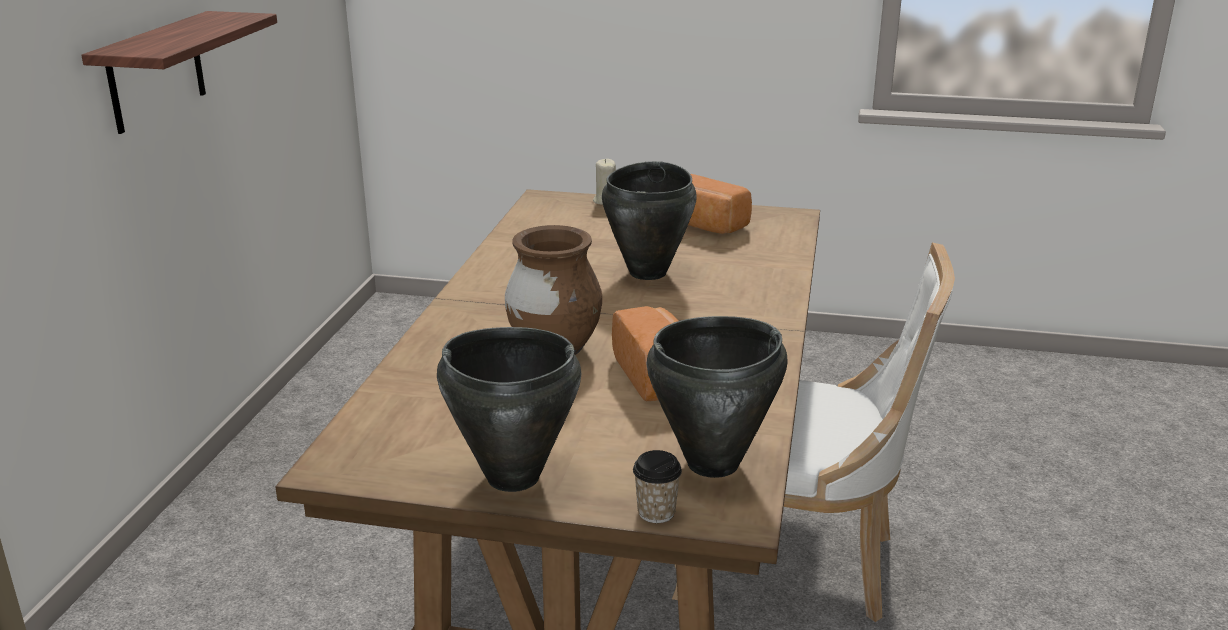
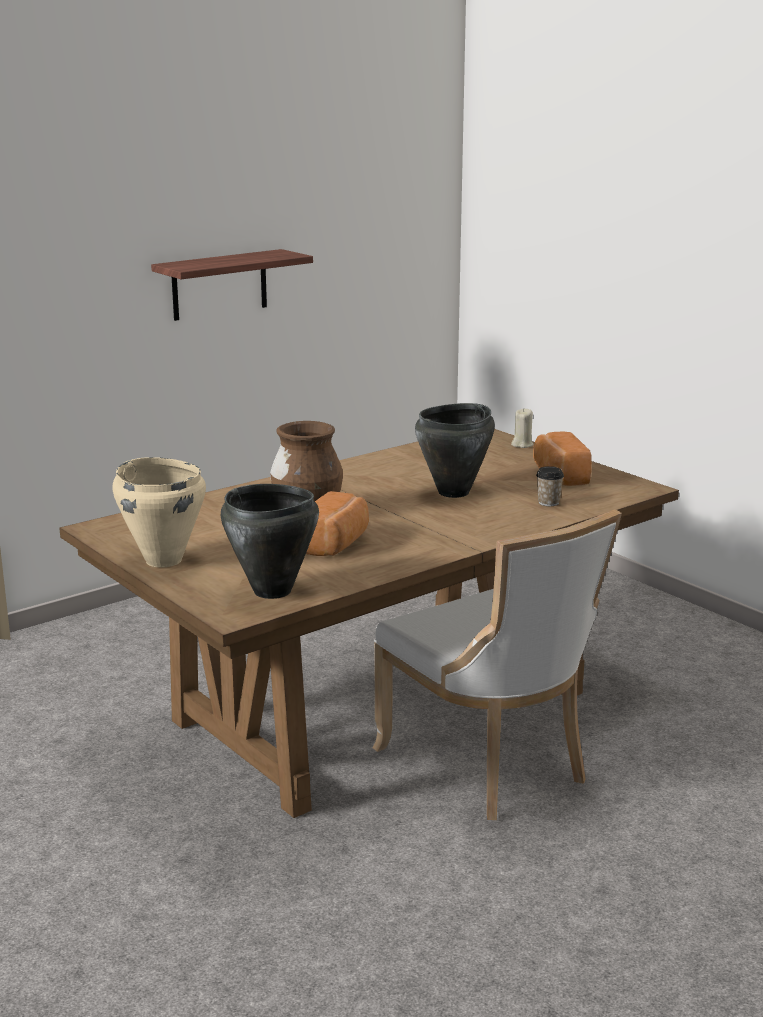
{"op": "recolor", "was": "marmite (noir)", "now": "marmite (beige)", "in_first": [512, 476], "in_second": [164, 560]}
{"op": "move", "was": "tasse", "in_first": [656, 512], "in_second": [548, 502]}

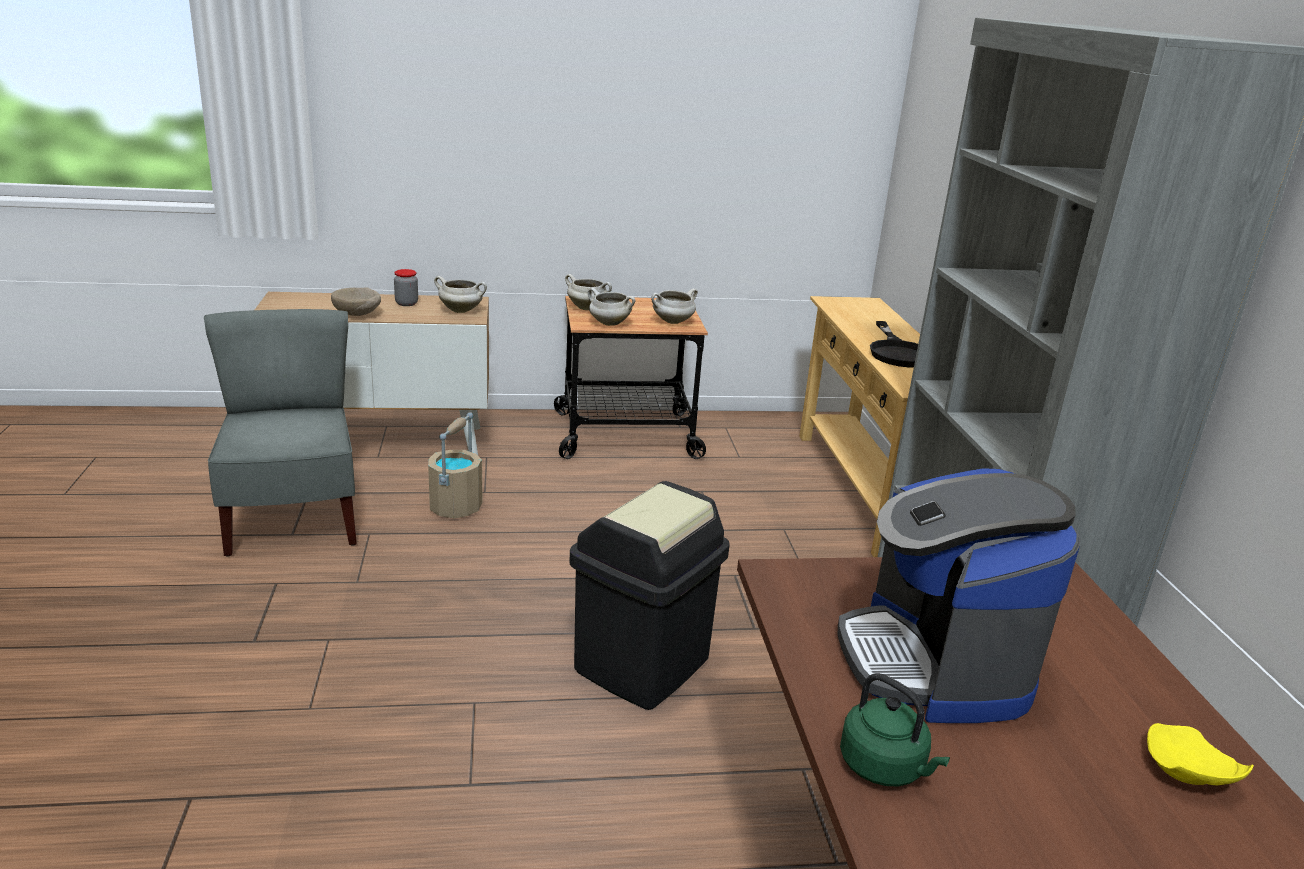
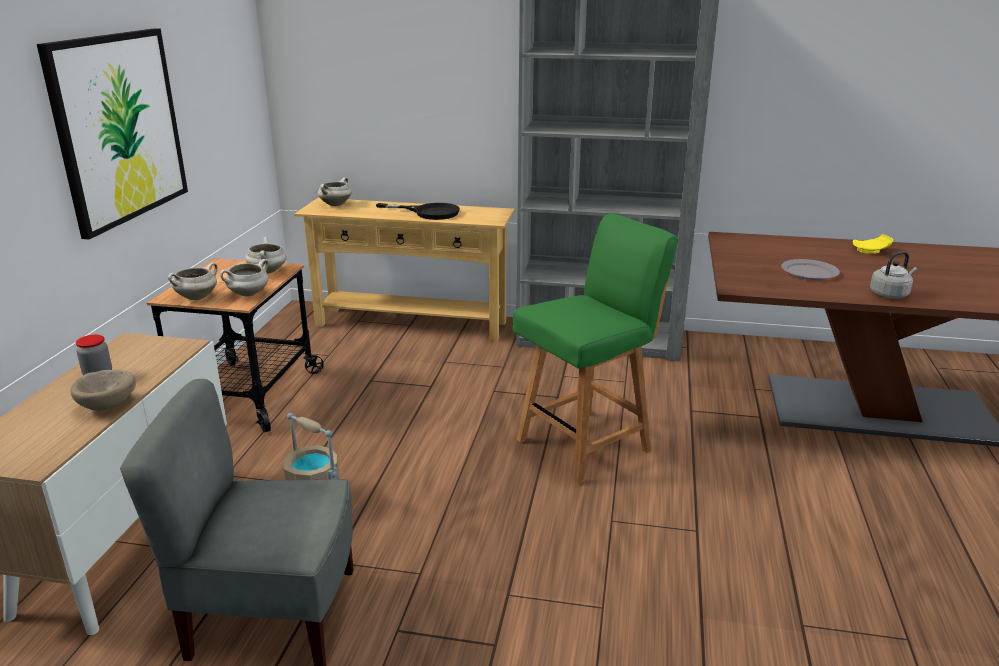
{"op": "move", "was": "marmite (blanc)", "in_first": [461, 310], "in_second": [335, 204]}
{"op": "replace", "was": "machine à café", "now": "assiette (gris)", "in_first": [935, 662], "in_second": [809, 272]}
{"op": "replace", "was": "poubelle (noir)", "now": "chaise (vert)", "in_first": [642, 665], "in_second": [586, 444]}
{"op": "recolor", "was": "bouilloire (vert)", "now": "bouilloire (gris)", "in_first": [885, 767], "in_second": [890, 294]}
{"op": "insert", "now": "tableau", "in_second": [119, 128]}

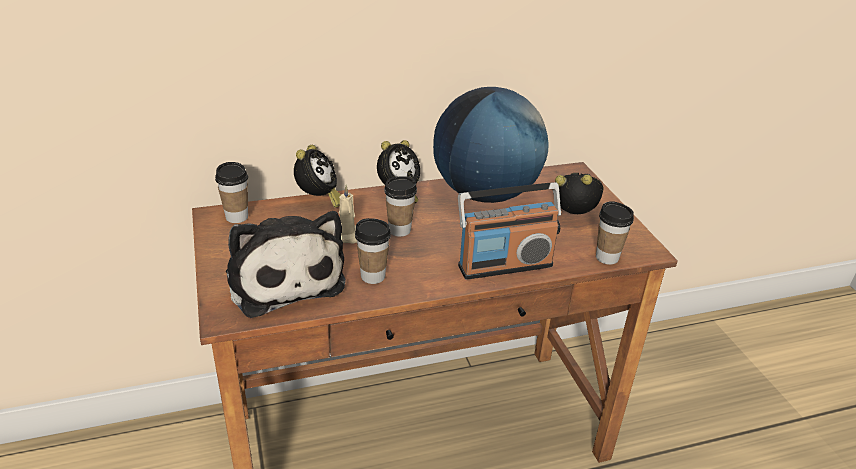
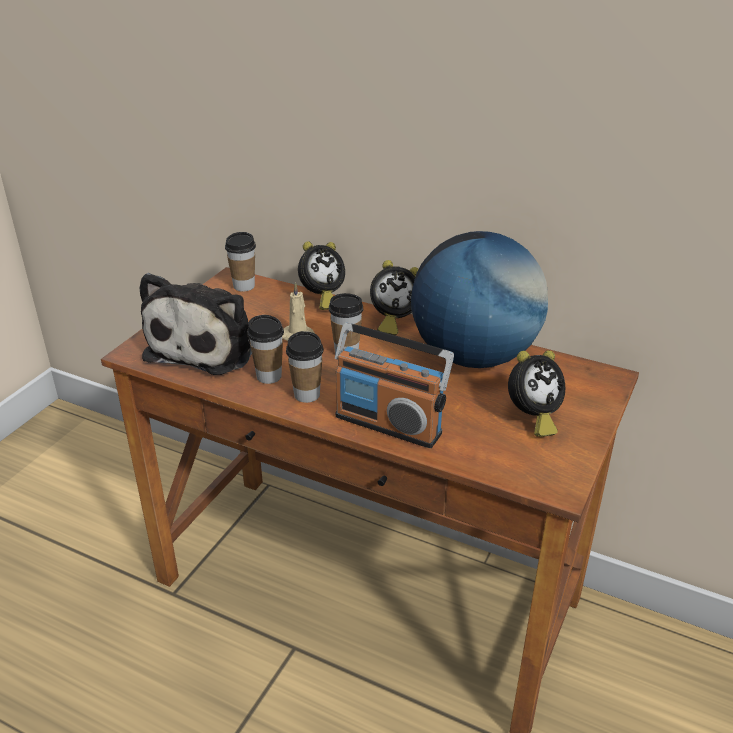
{"op": "rotate", "was": "réveil", "in_first": [575, 217], "in_second": [532, 418], "clockwise": 90}
{"op": "move", "was": "tasse", "in_first": [607, 257], "in_second": [307, 395]}

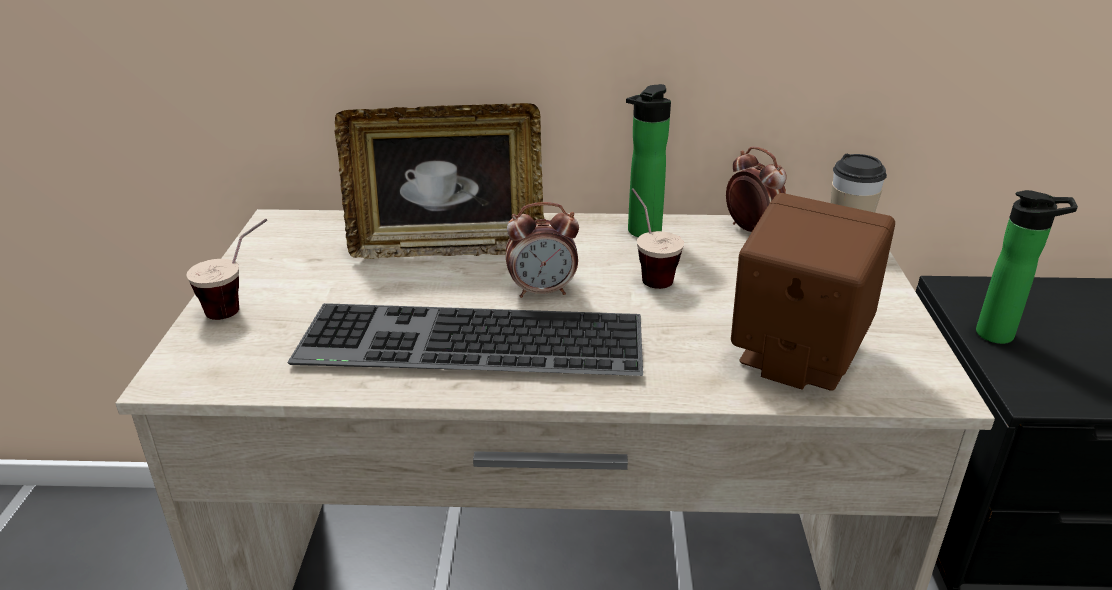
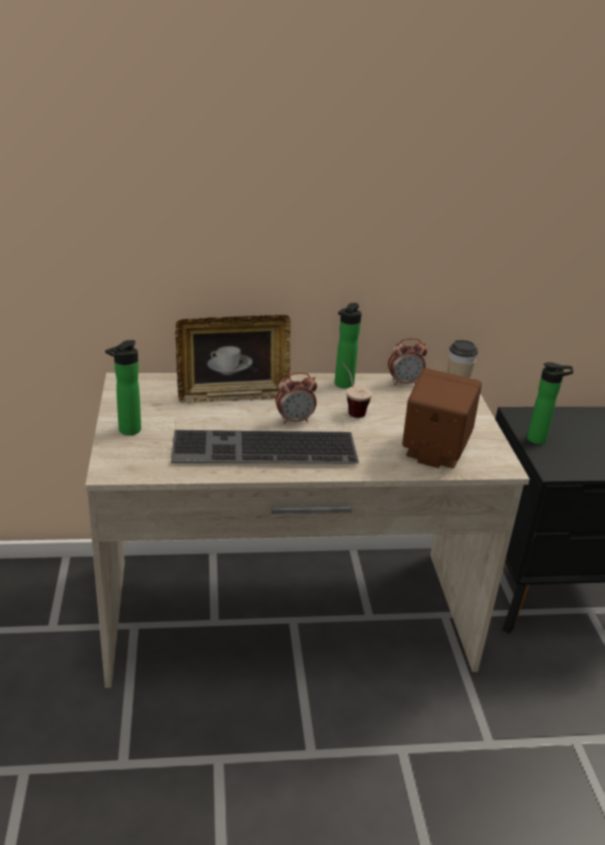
{"op": "rotate", "was": "réveil", "in_first": [751, 230], "in_second": [404, 383], "clockwise": 120}
{"op": "replace", "was": "tasse", "now": "bouteille", "in_first": [241, 304], "in_second": [127, 431]}

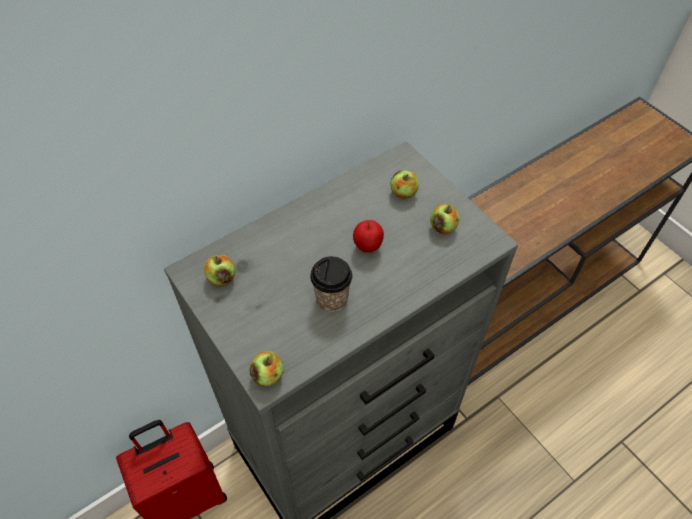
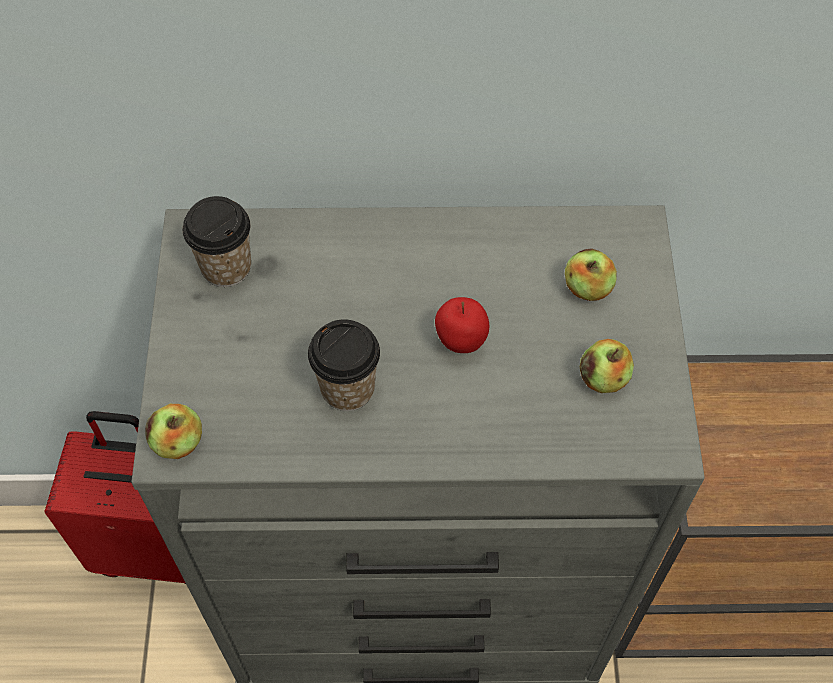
{"op": "replace", "was": "pomme", "now": "tasse", "in_first": [221, 278], "in_second": [226, 267]}

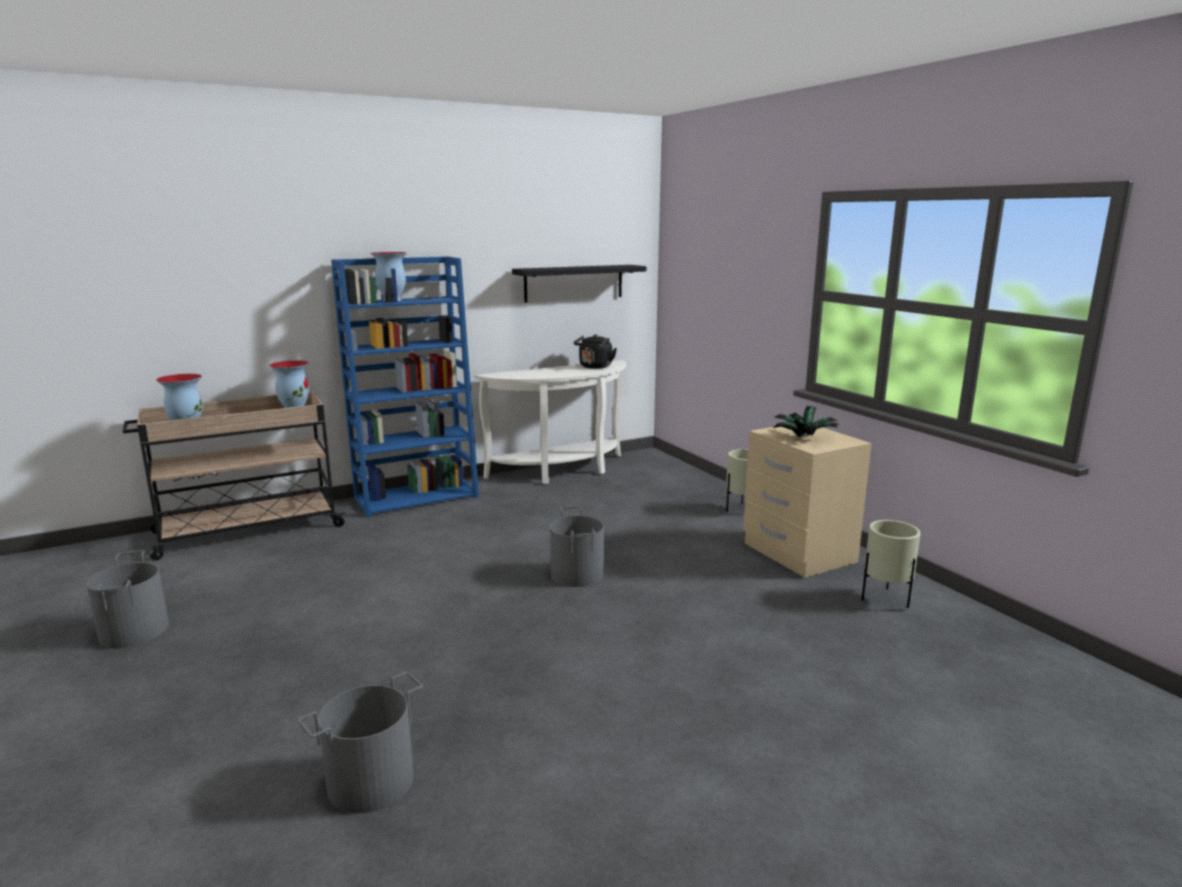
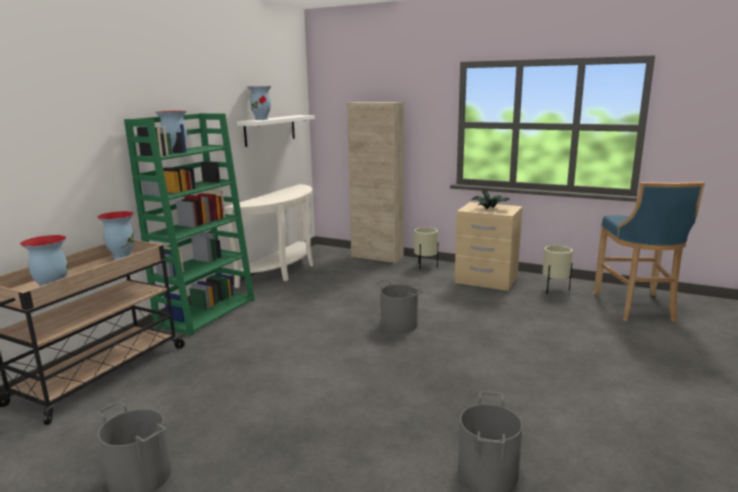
{"op": "recolor", "was": "bibliothèque (bleu)", "now": "bibliothèque (vert)", "in_first": [417, 497], "in_second": [207, 312]}
{"op": "recolor", "was": "étagère (noir)", "now": "étagère (blanc)", "in_first": [574, 283], "in_second": [270, 130]}
{"op": "delete", "was": "bouilloire (noir)", "in_first": [594, 367]}
{"op": "insert", "now": "vase", "in_second": [262, 119]}
{"op": "insert", "now": "meuble de rangement (beige)", "in_second": [377, 257]}
{"op": "insert", "now": "tabouret (bleu)", "in_second": [636, 308]}

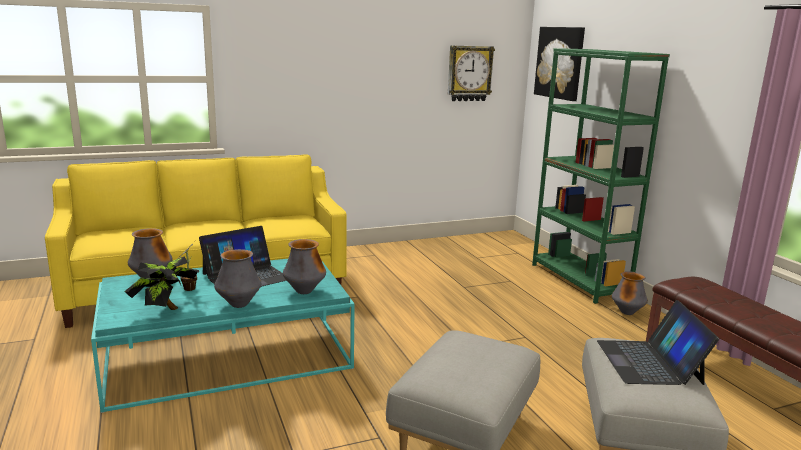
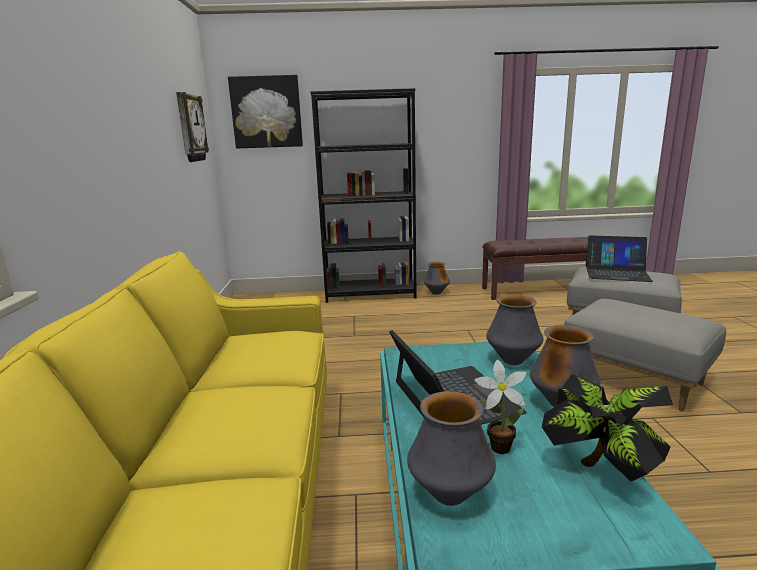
{"op": "recolor", "was": "bibliothèque (vert)", "now": "bibliothèque (noir)", "in_first": [579, 280], "in_second": [370, 294]}

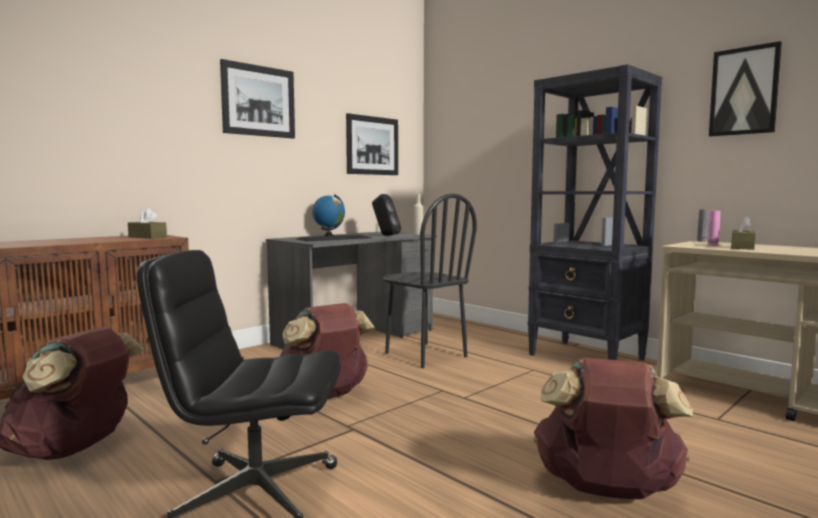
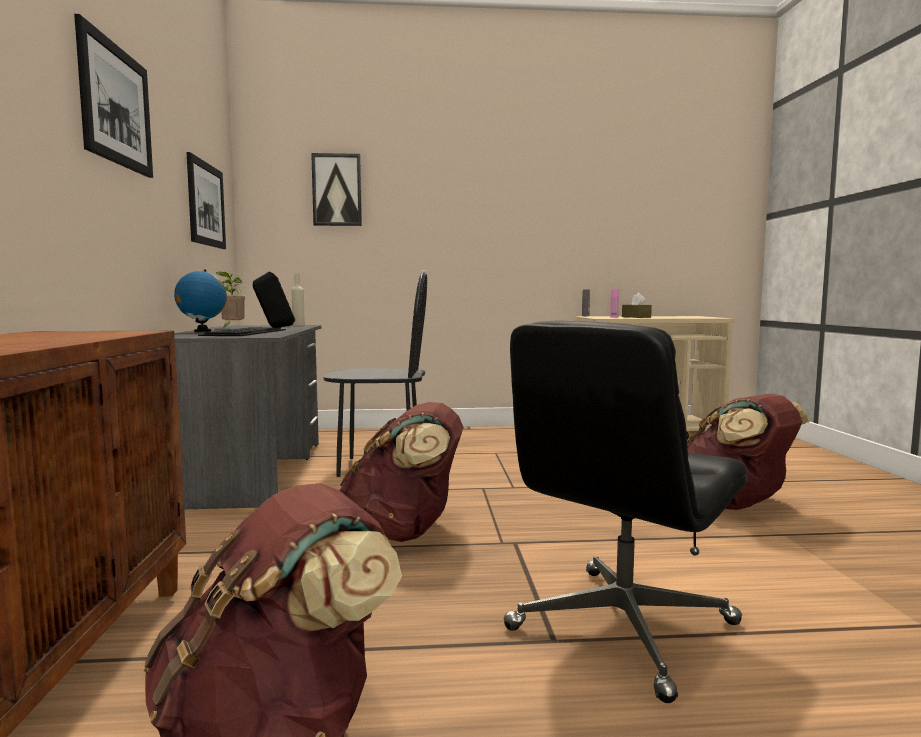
{"op": "move", "was": "tableau", "in_first": [744, 91], "in_second": [337, 190]}
{"op": "delete", "was": "bibliothèque (noir)", "in_first": [587, 357]}
{"op": "delete", "was": "boîte à mouchoirs (marron)", "in_first": [147, 237]}
{"op": "insert", "now": "plante en pot", "in_second": [232, 328]}

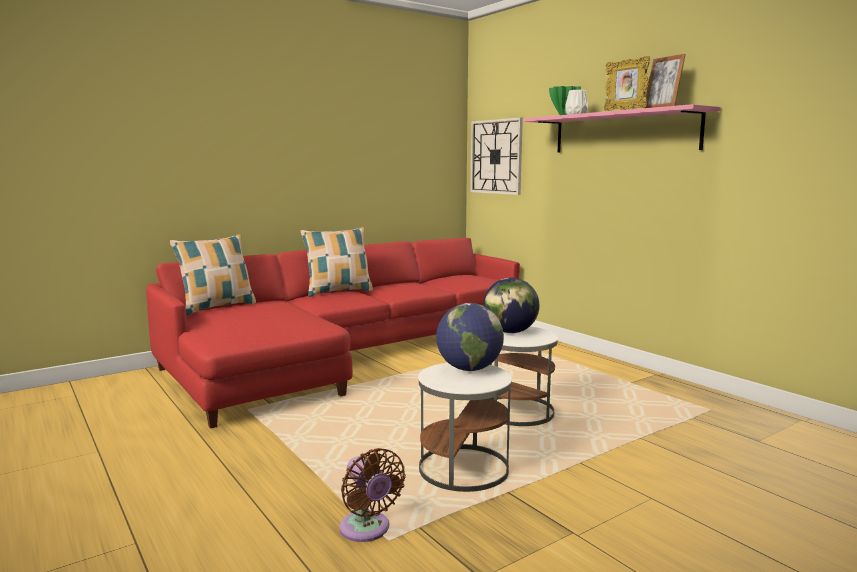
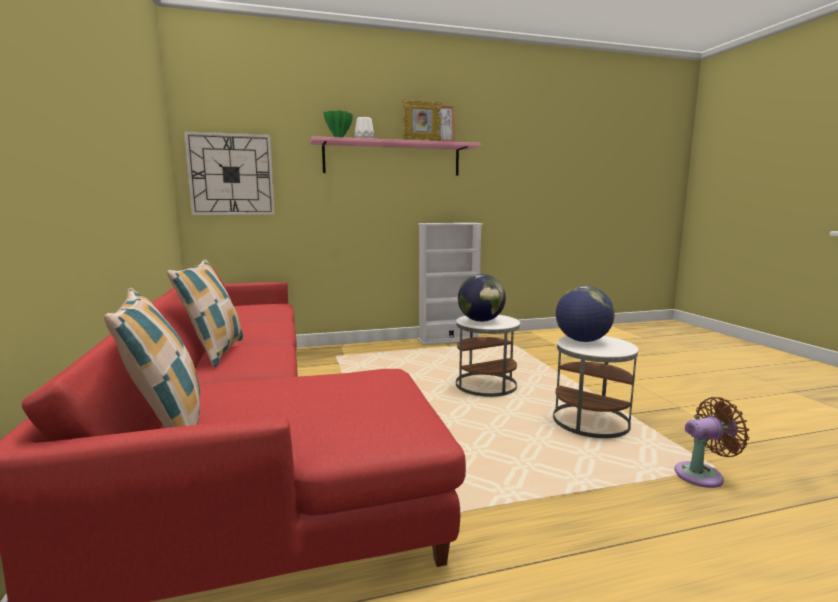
{"op": "insert", "now": "bibliothèque (blanc)", "in_second": [448, 340]}

